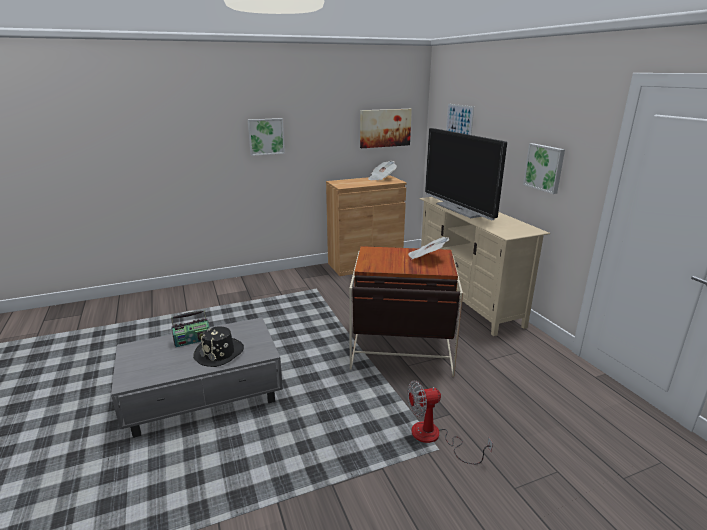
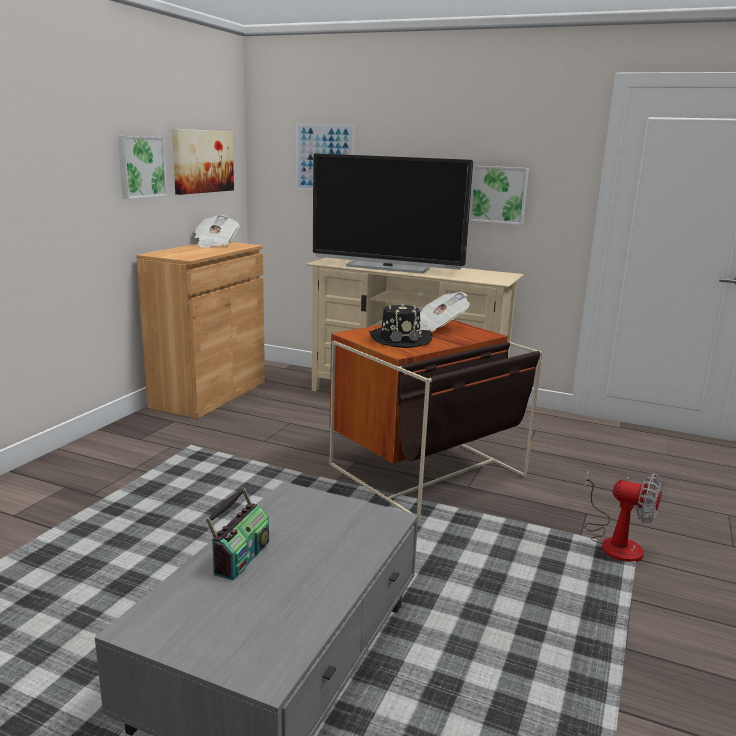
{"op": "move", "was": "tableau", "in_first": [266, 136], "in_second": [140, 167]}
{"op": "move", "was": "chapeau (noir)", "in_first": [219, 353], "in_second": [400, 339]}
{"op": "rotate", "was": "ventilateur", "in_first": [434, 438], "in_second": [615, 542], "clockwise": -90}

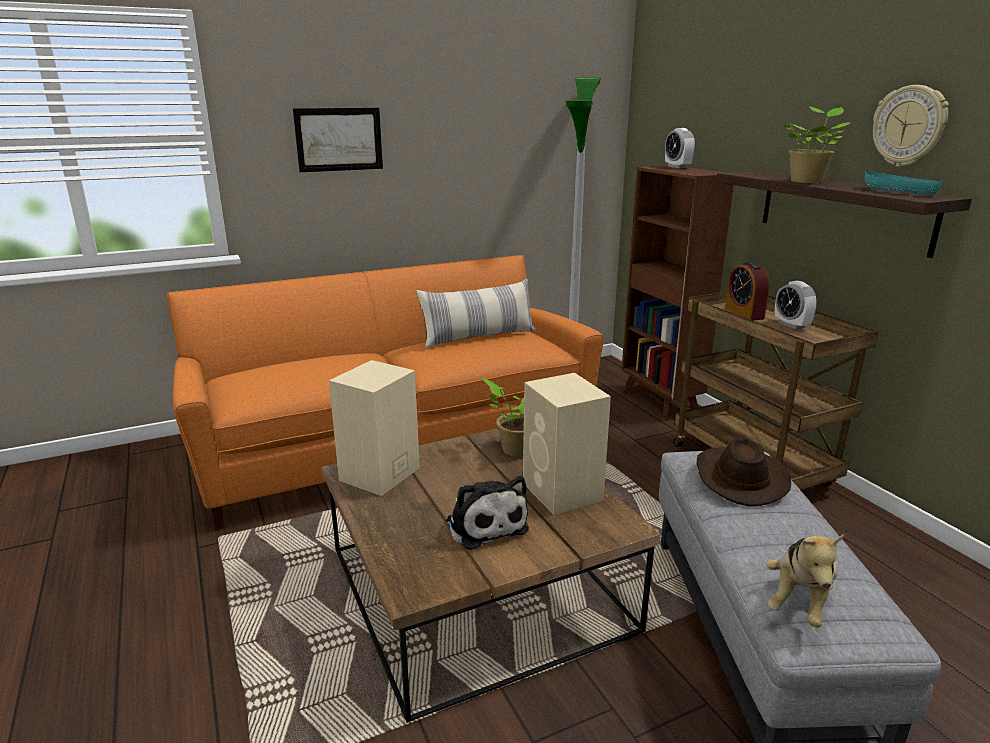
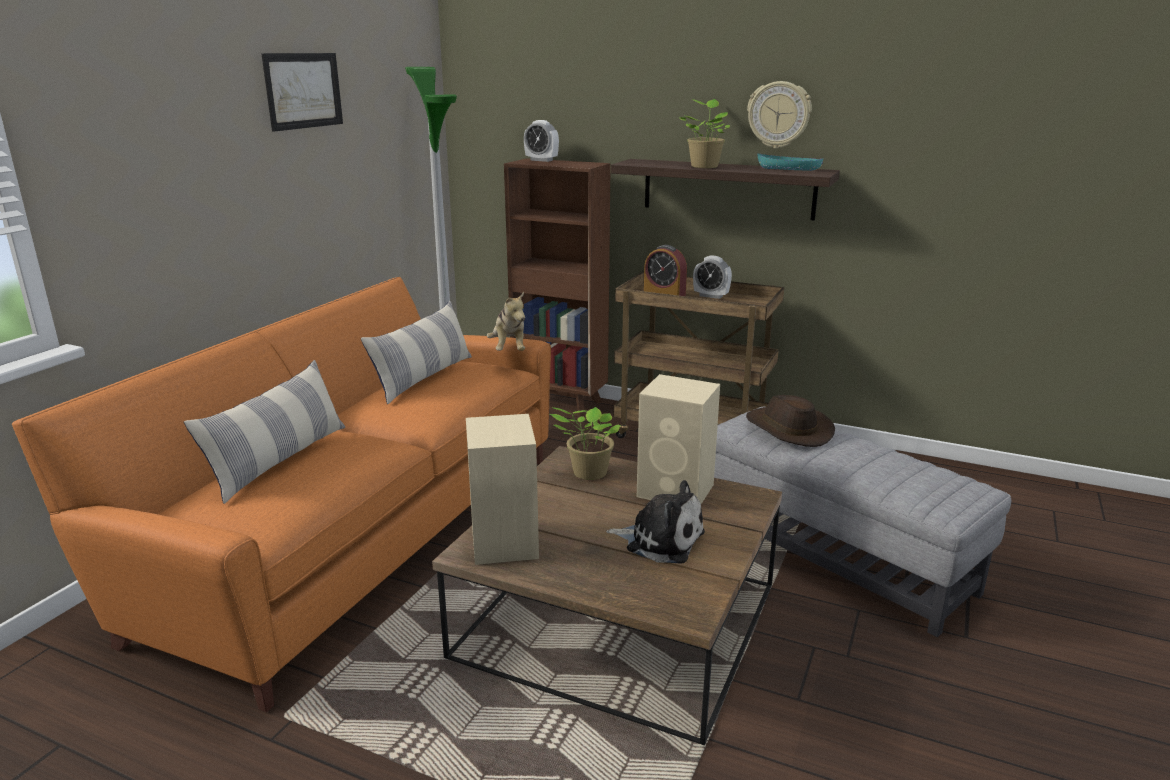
{"op": "move", "was": "tableau", "in_first": [339, 139], "in_second": [303, 90]}
{"op": "move", "was": "peluche", "in_first": [799, 600], "in_second": [509, 349]}
{"op": "insert", "now": "coussin", "in_second": [280, 460]}

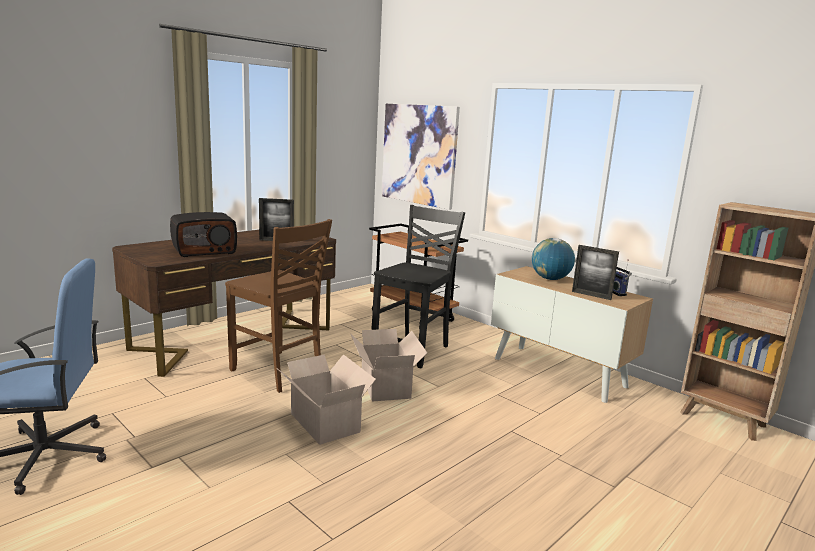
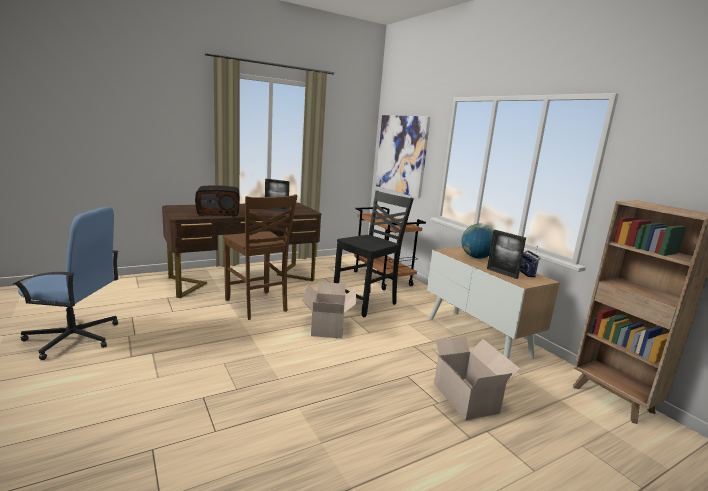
{"op": "move", "was": "carton", "in_first": [324, 421], "in_second": [464, 397]}

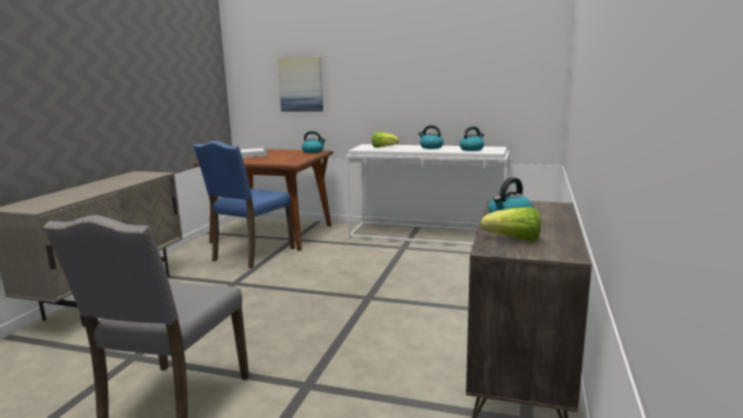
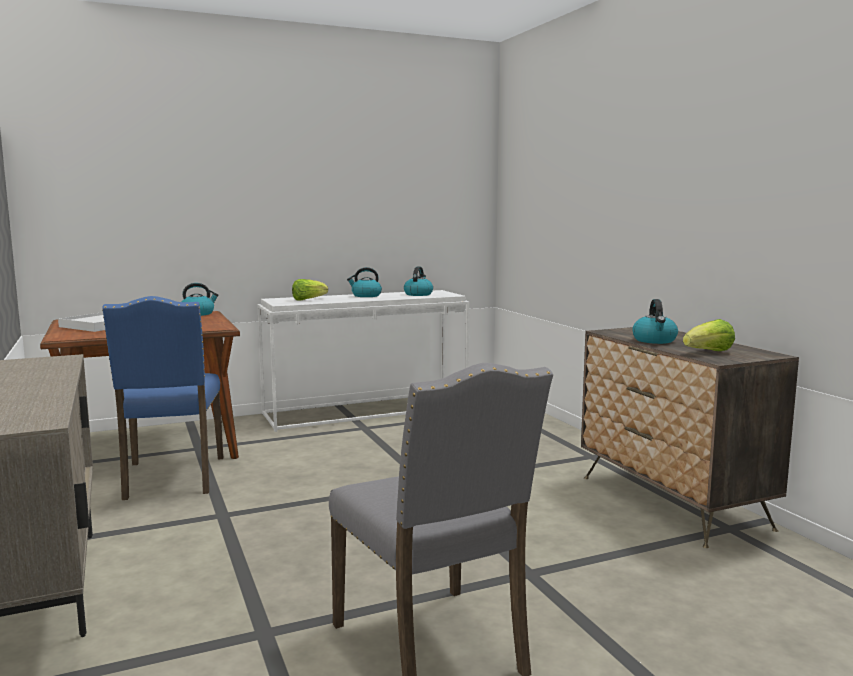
{"op": "delete", "was": "tableau", "in_first": [301, 84]}

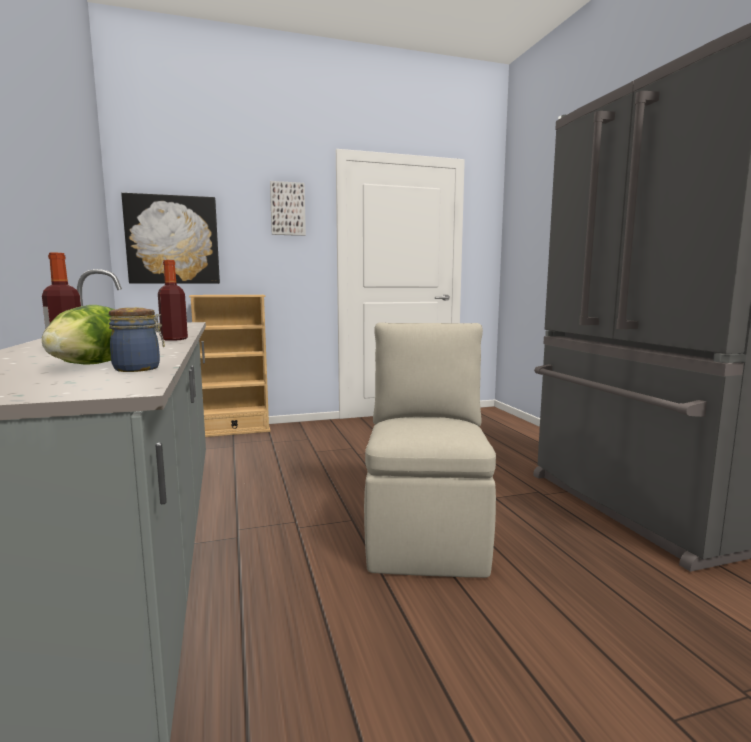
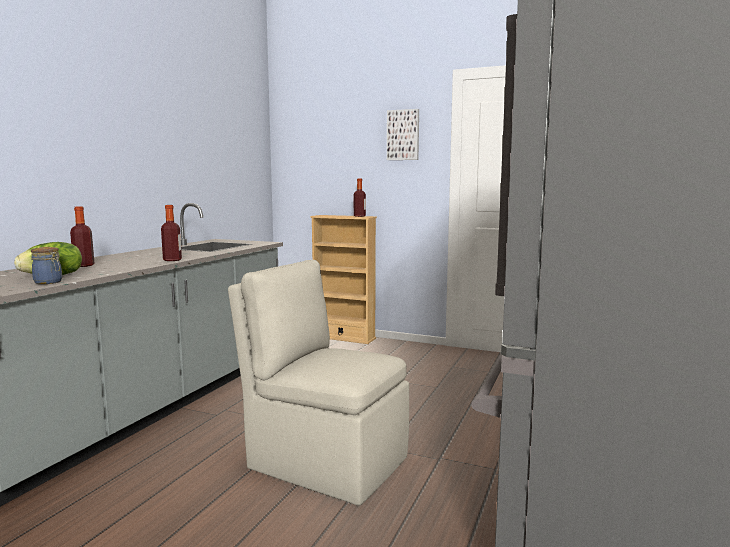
{"op": "delete", "was": "tableau", "in_first": [173, 240]}
{"op": "rotate", "was": "chaise (beige)", "in_first": [426, 534], "in_second": [325, 461], "clockwise": -105}
{"op": "insert", "now": "bouteille", "in_second": [359, 216]}

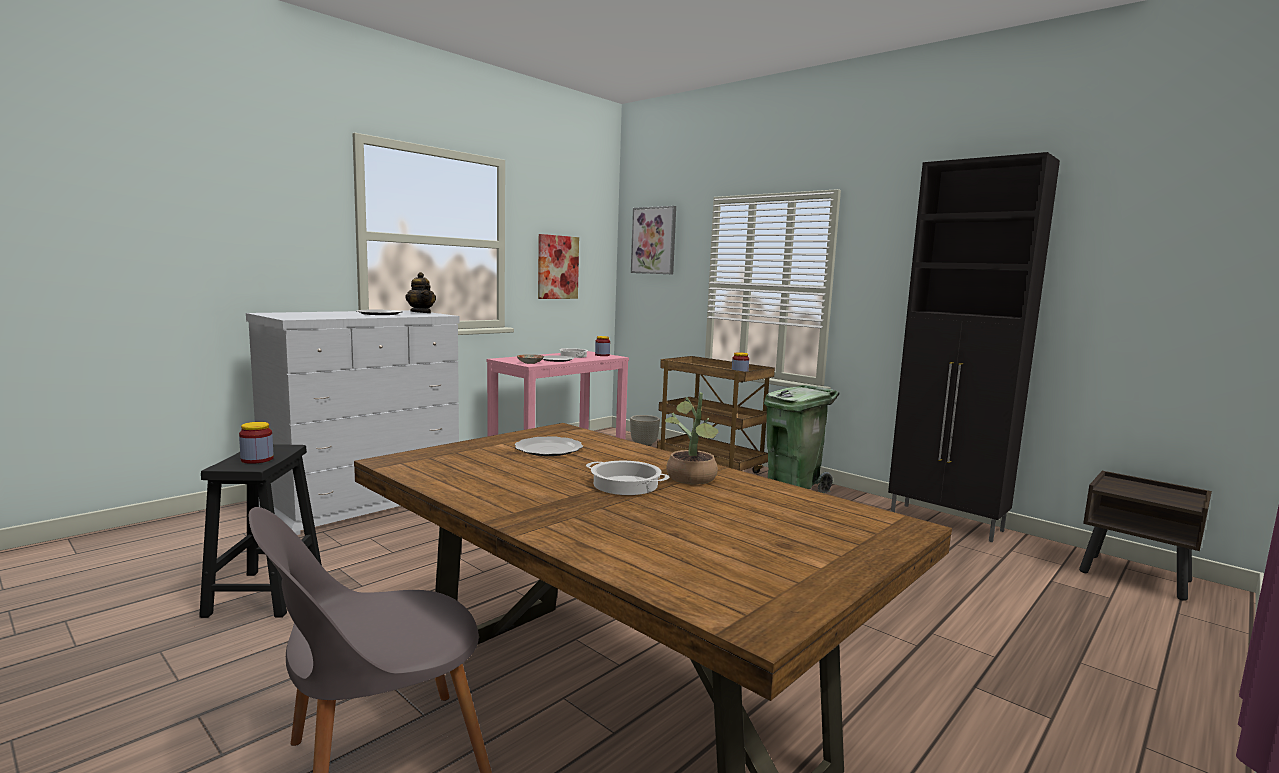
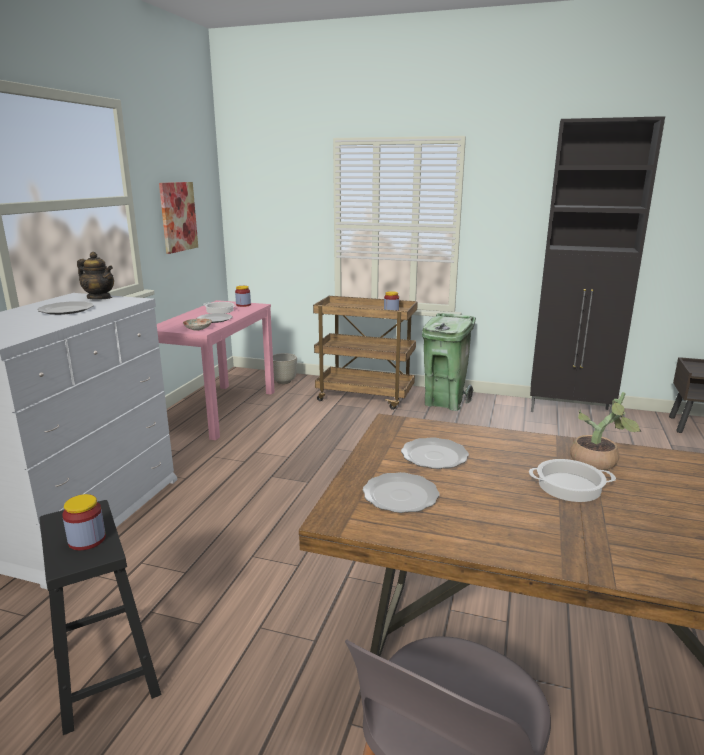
{"op": "delete", "was": "tableau", "in_first": [654, 240]}
{"op": "insert", "now": "assiette", "in_second": [400, 495]}

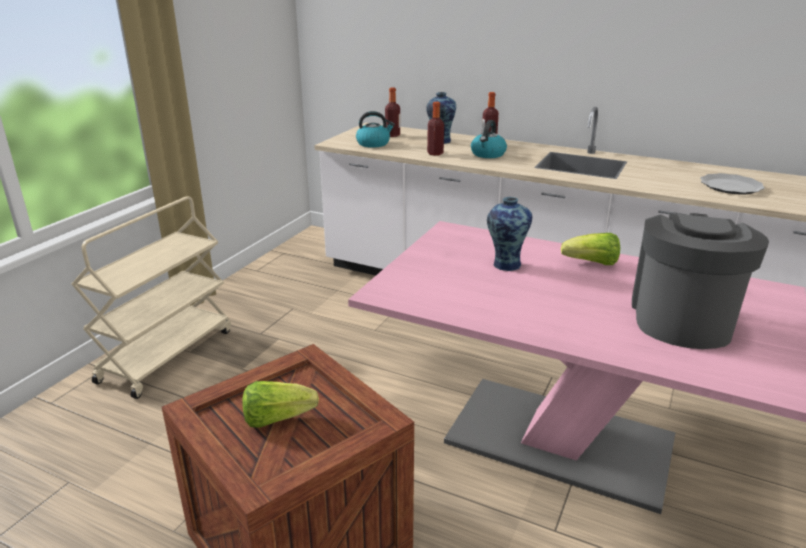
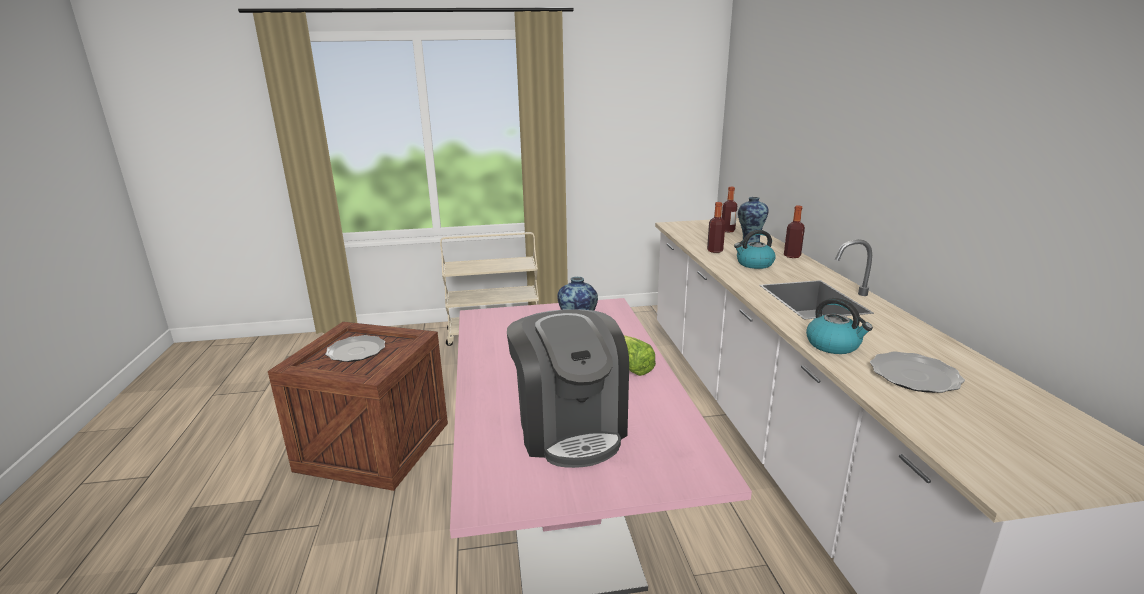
{"op": "move", "was": "bouilloire", "in_first": [373, 143], "in_second": [833, 345]}
{"op": "rotate", "was": "machine à café", "in_first": [681, 319], "in_second": [570, 428], "clockwise": 90}
{"op": "replace", "was": "laitue", "now": "assiette", "in_first": [277, 418], "in_second": [356, 351]}

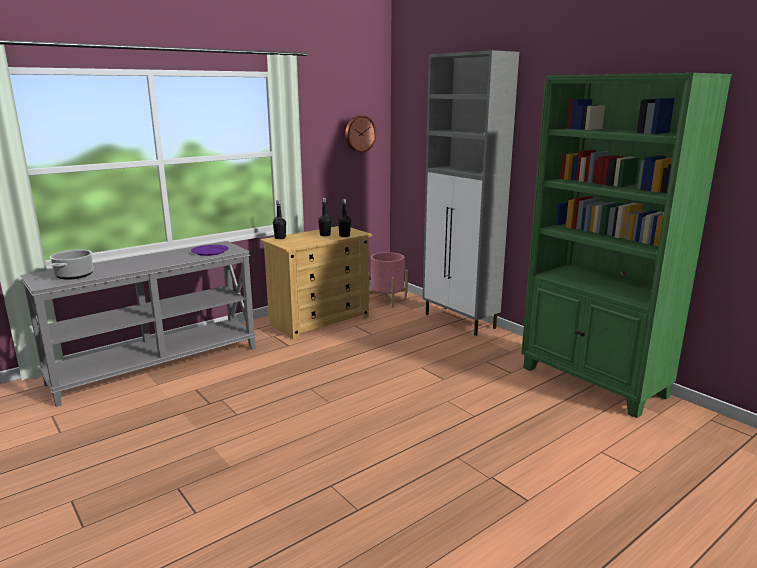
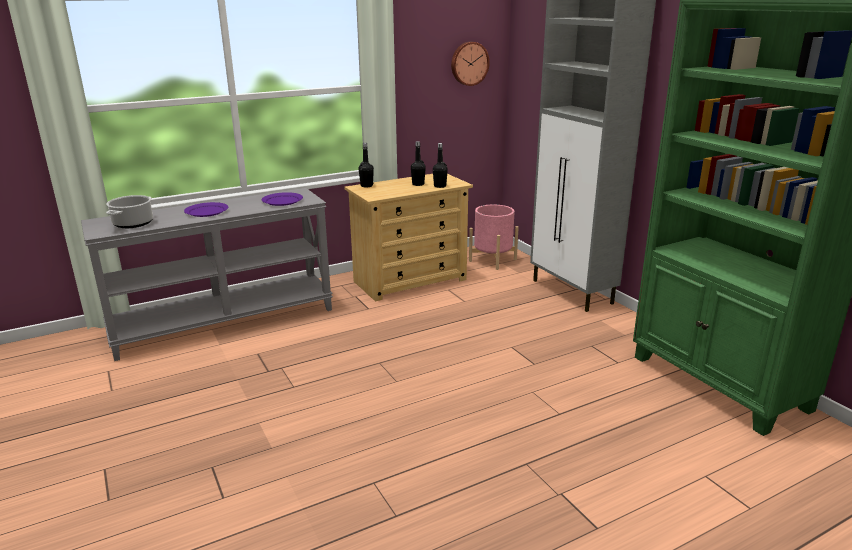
{"op": "insert", "now": "assiette (violet)", "in_second": [206, 211]}

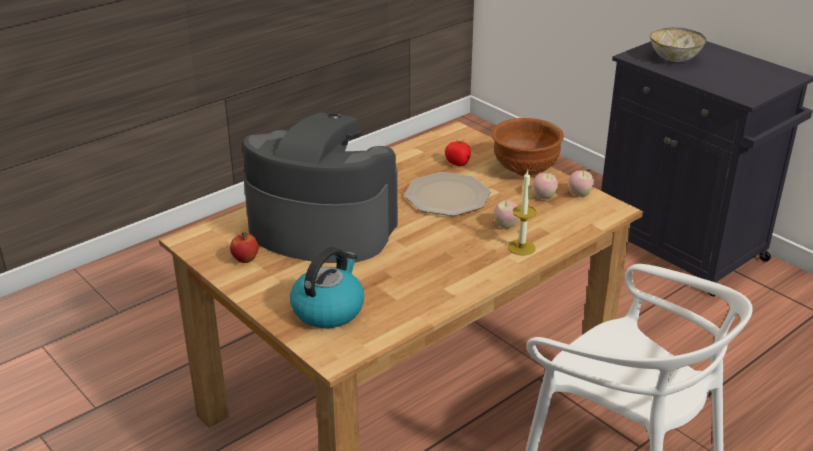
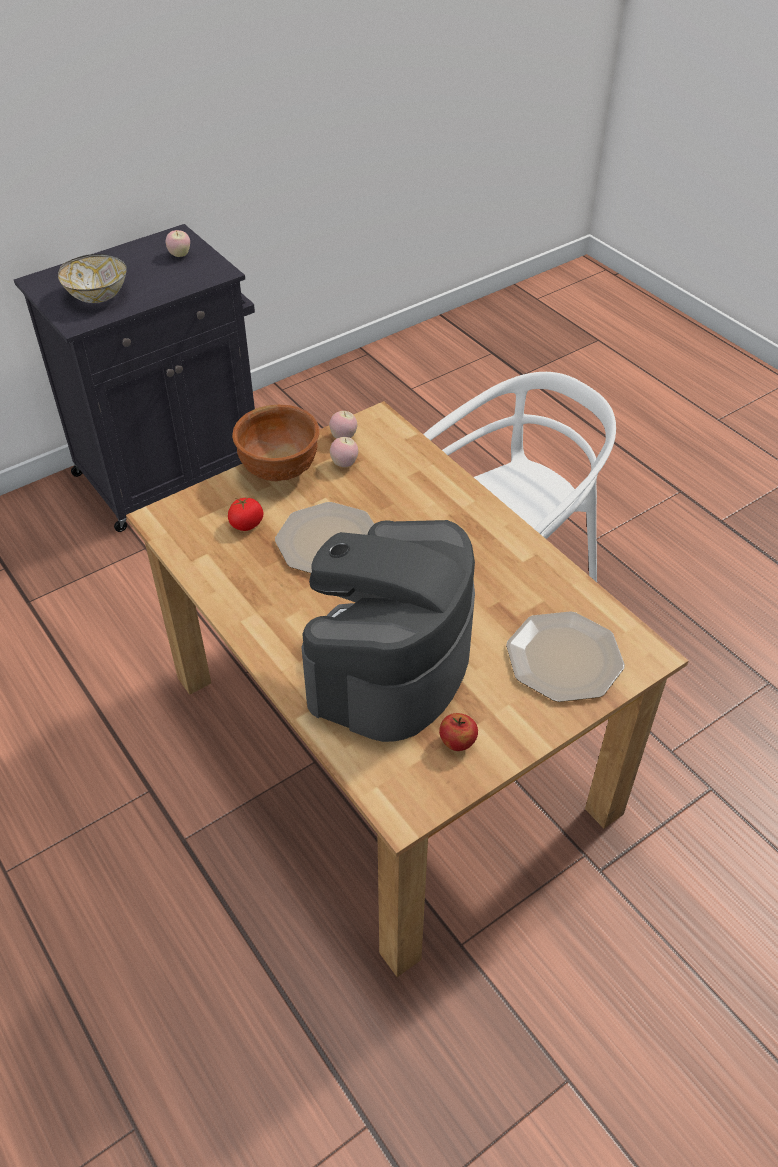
{"op": "delete", "was": "bougie", "in_first": [521, 247]}
{"op": "move", "was": "pomme", "in_first": [506, 226], "in_second": [180, 255]}
{"op": "replace", "was": "bouilloire", "now": "assiette", "in_first": [328, 309], "in_second": [564, 659]}

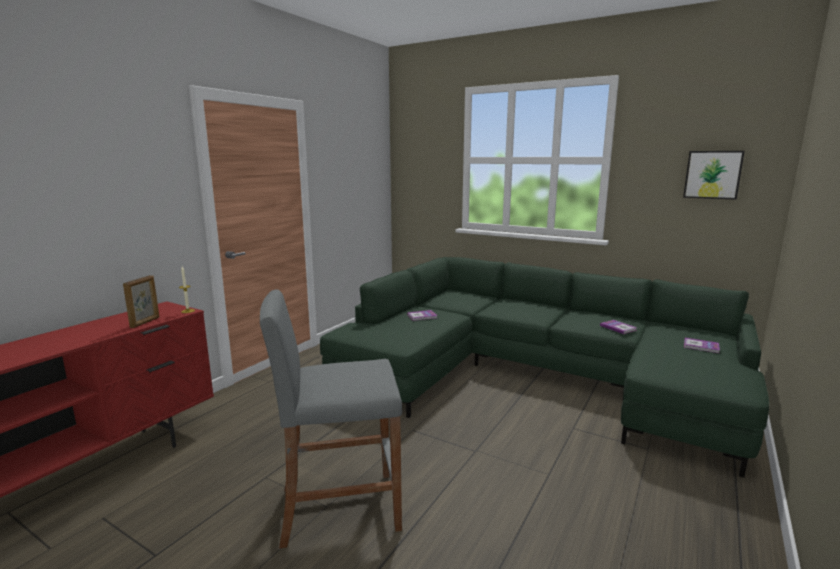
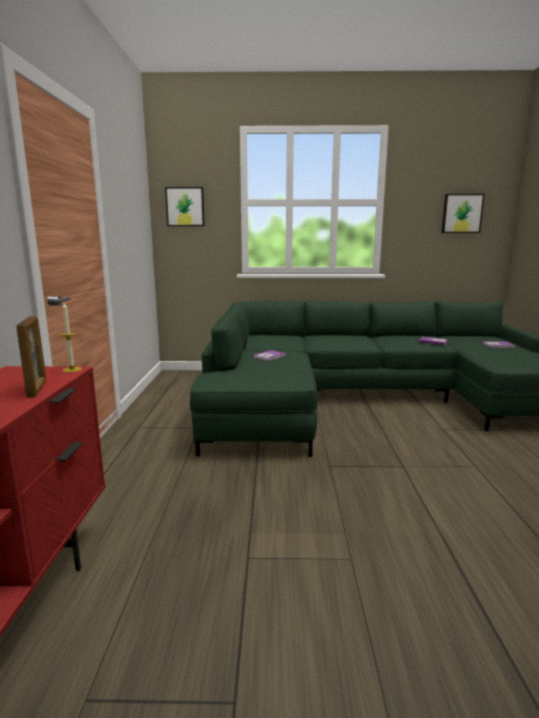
{"op": "delete", "was": "tabouret (gris)", "in_first": [339, 507]}
{"op": "insert", "now": "tableau", "in_second": [185, 207]}

